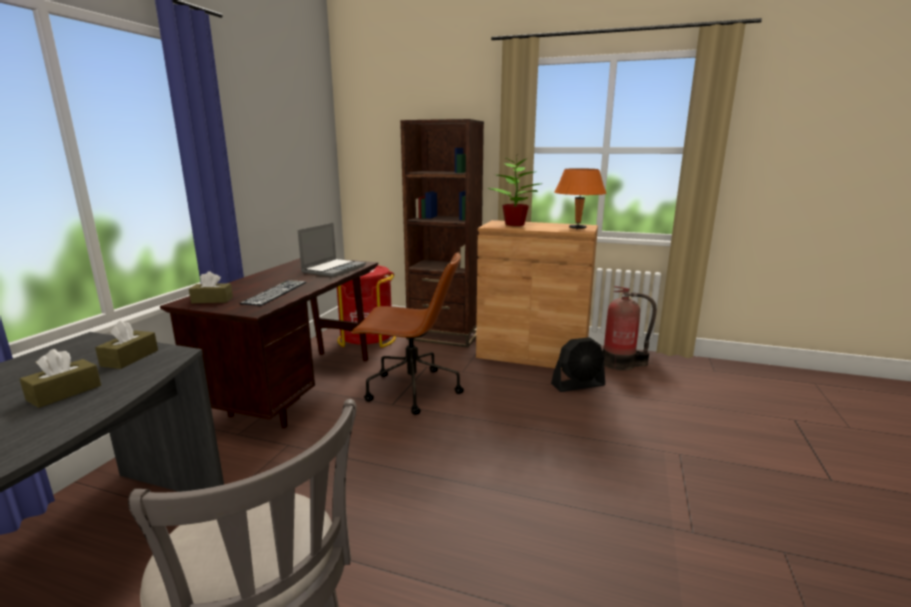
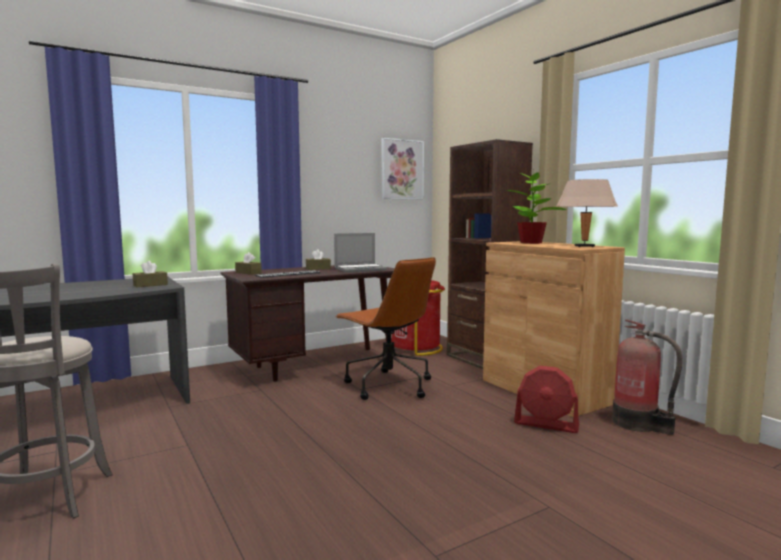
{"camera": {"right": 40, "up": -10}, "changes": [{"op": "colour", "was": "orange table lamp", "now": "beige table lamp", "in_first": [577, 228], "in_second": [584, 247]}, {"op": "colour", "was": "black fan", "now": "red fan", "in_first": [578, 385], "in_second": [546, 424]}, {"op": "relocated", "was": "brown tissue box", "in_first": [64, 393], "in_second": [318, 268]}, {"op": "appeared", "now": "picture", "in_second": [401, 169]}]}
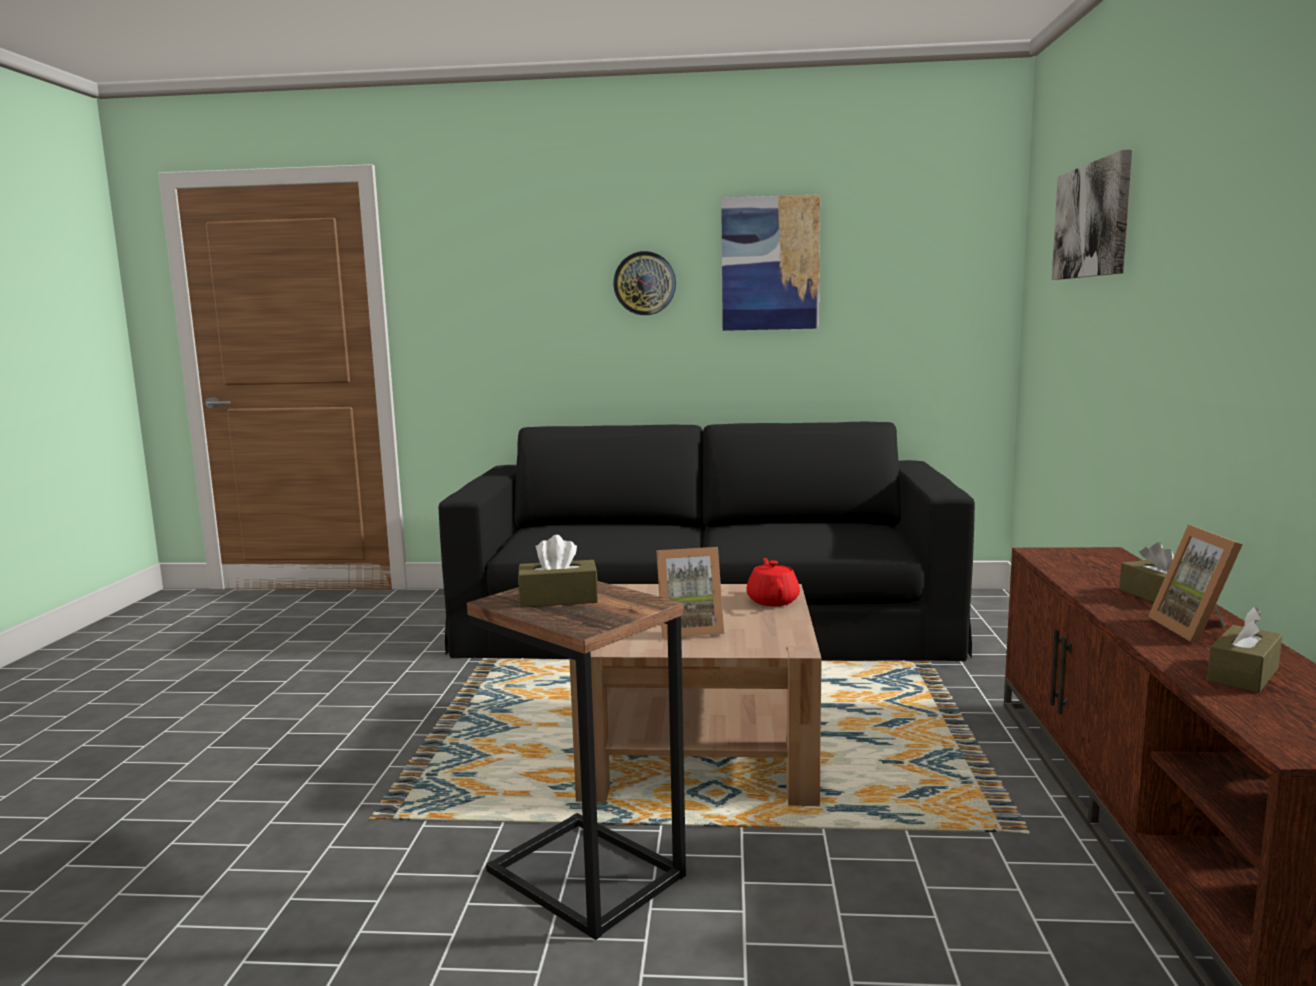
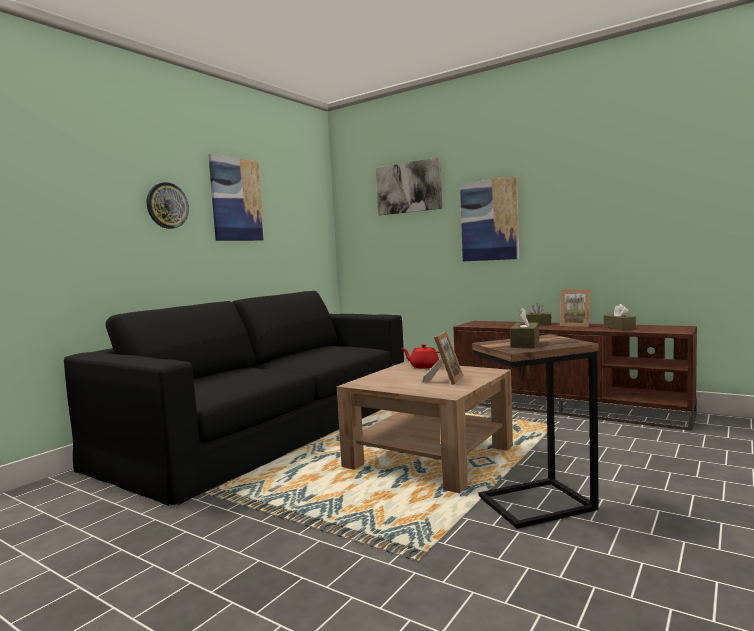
{"camera": {"right": -60, "up": -5}, "changes": [{"op": "appeared", "now": "picture", "in_second": [489, 220]}]}
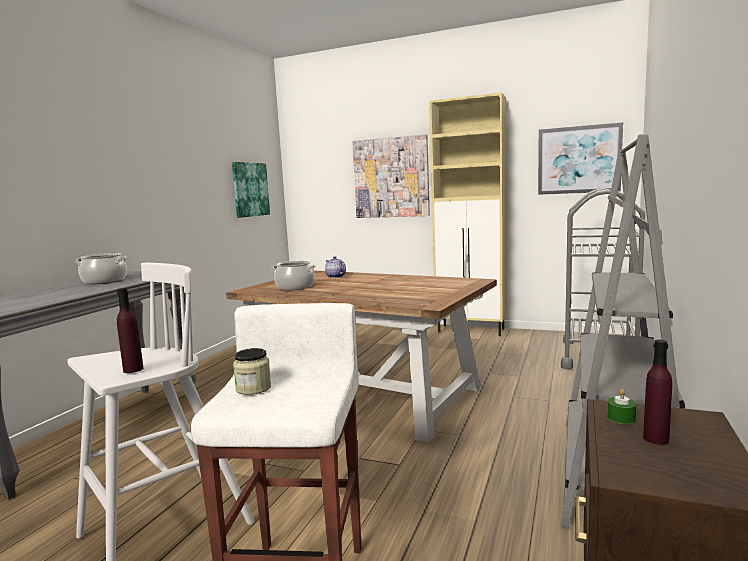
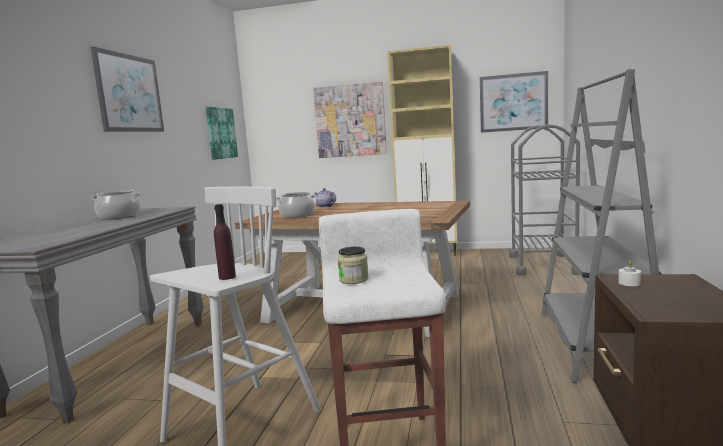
{"camera": {"right": -10, "up": 0}, "changes": [{"op": "missing", "was": "purple bottle", "in_first": [656, 439]}, {"op": "colour", "was": "green candle", "now": "white candle", "in_first": [621, 418], "in_second": [629, 283]}, {"op": "appeared", "now": "picture", "in_second": [129, 93]}]}
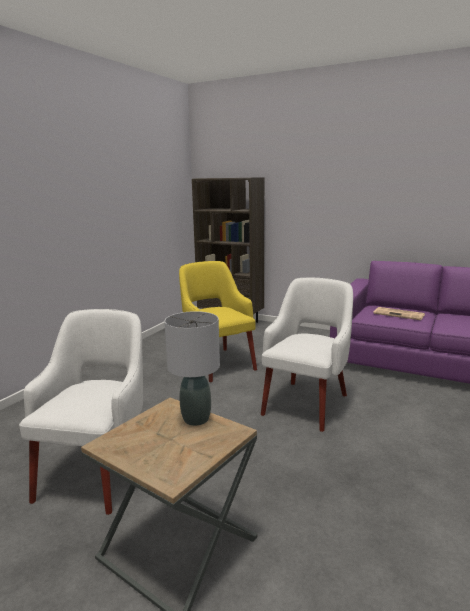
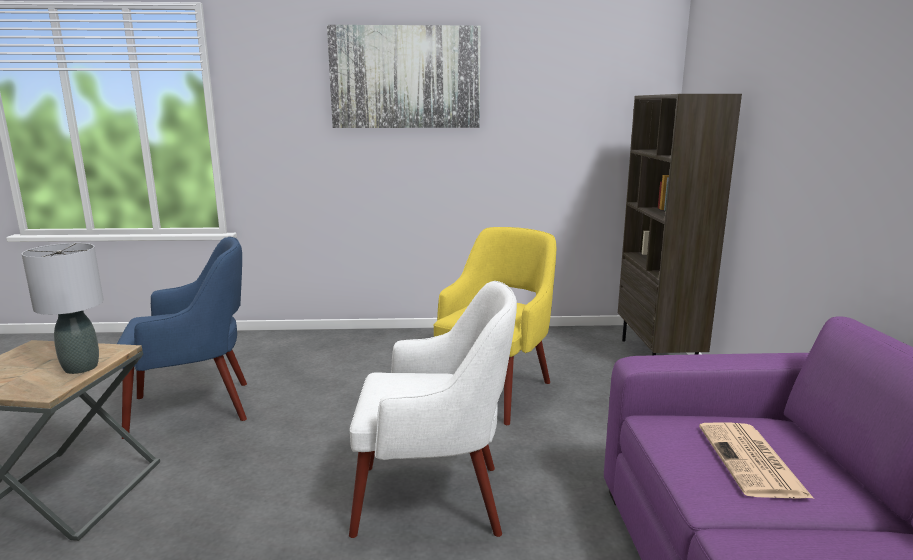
{"camera": {"right": 60, "up": 0}, "changes": [{"op": "colour", "was": "white armchair", "now": "blue armchair", "in_first": [98, 470], "in_second": [195, 408]}, {"op": "appeared", "now": "picture", "in_second": [405, 77]}]}
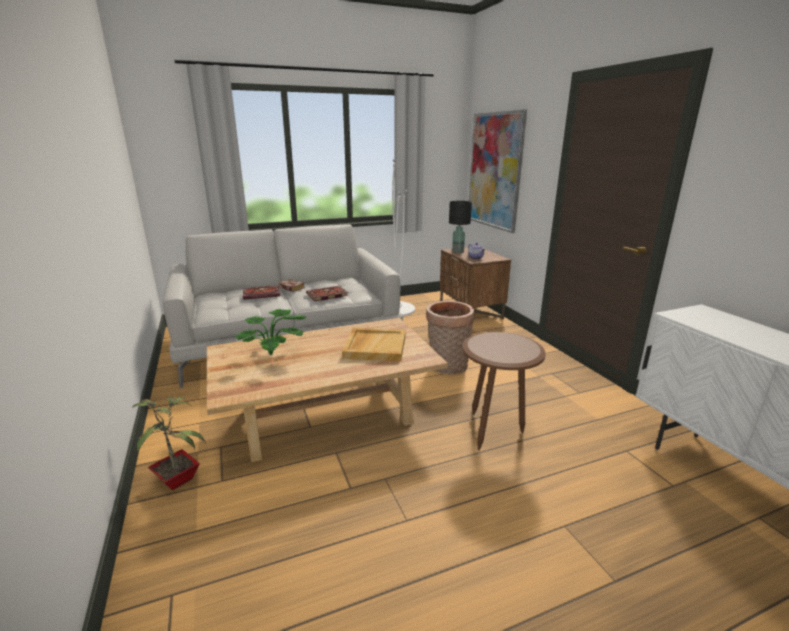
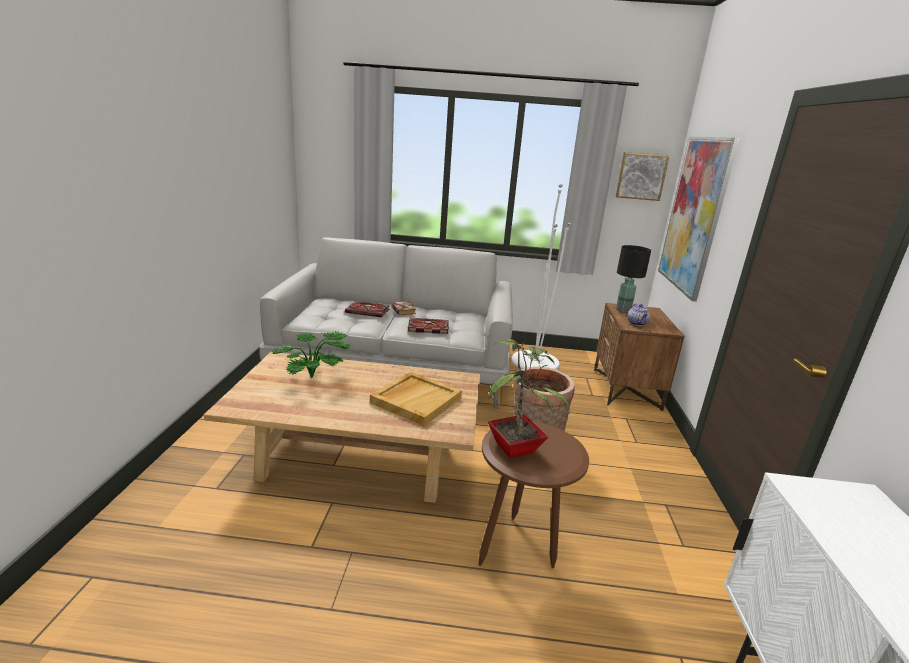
{"camera": {"right": 25, "up": 0}, "changes": [{"op": "relocated", "was": "potted plant", "in_first": [179, 479], "in_second": [516, 448]}, {"op": "appeared", "now": "picture", "in_second": [641, 176]}]}
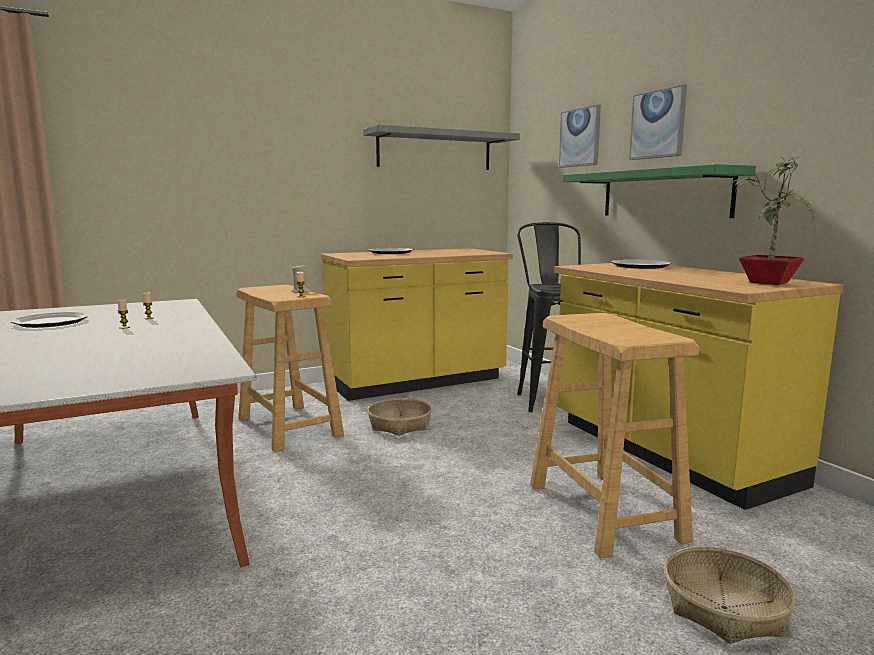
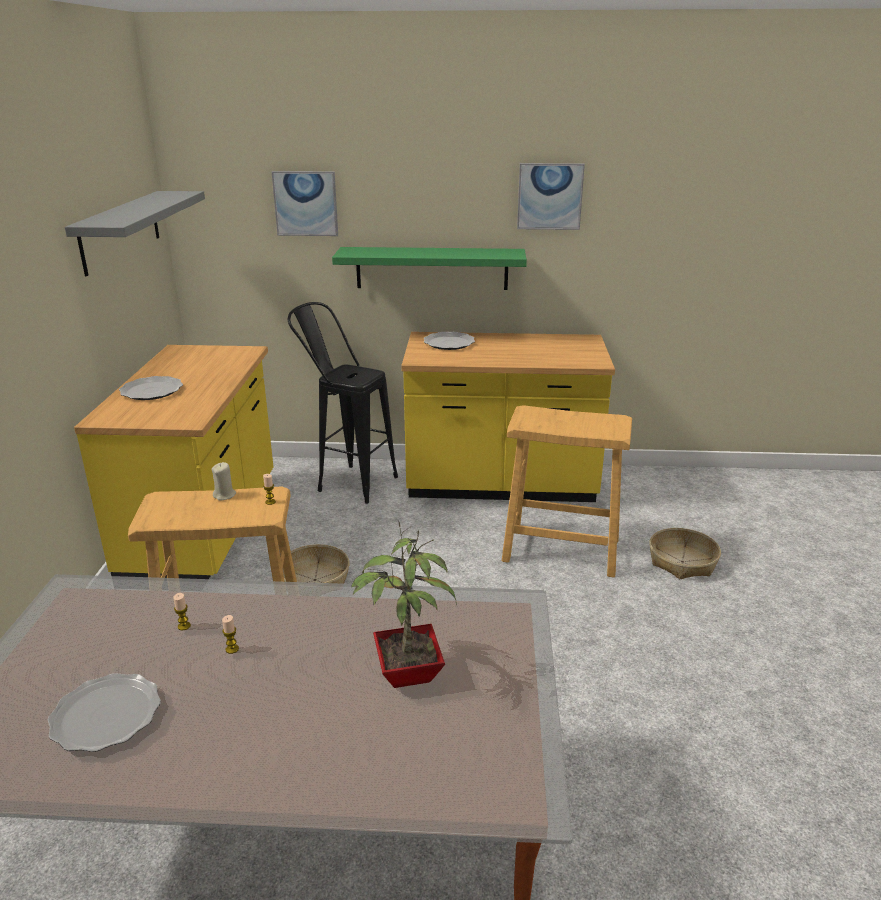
{"camera": {"right": -60, "up": 15}, "changes": [{"op": "relocated", "was": "picture", "in_first": [658, 124], "in_second": [549, 196]}, {"op": "relocated", "was": "potted plant", "in_first": [766, 282], "in_second": [405, 674]}]}
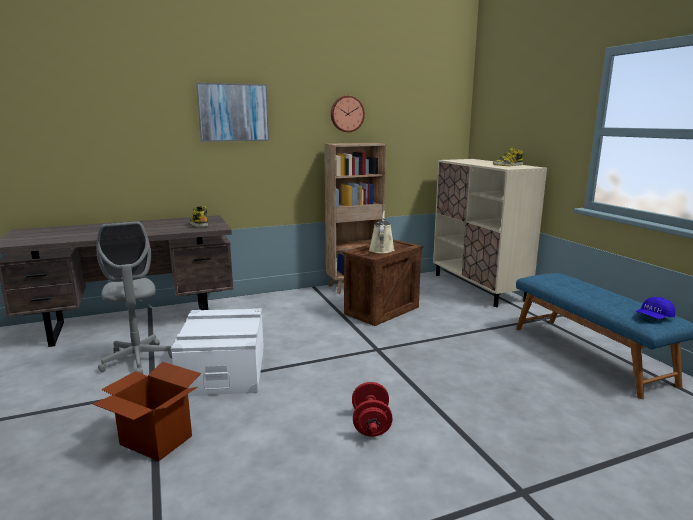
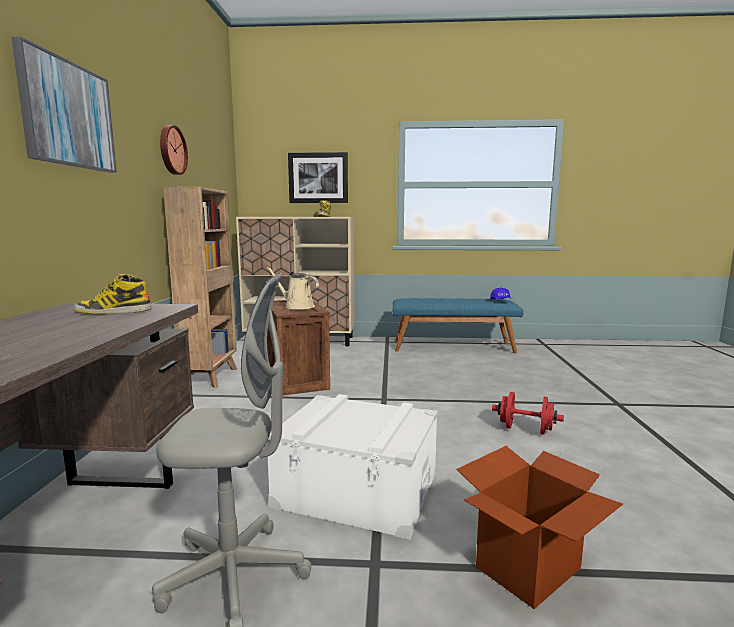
{"camera": {"right": -65, "up": -5}, "changes": [{"op": "appeared", "now": "picture", "in_second": [318, 178]}]}
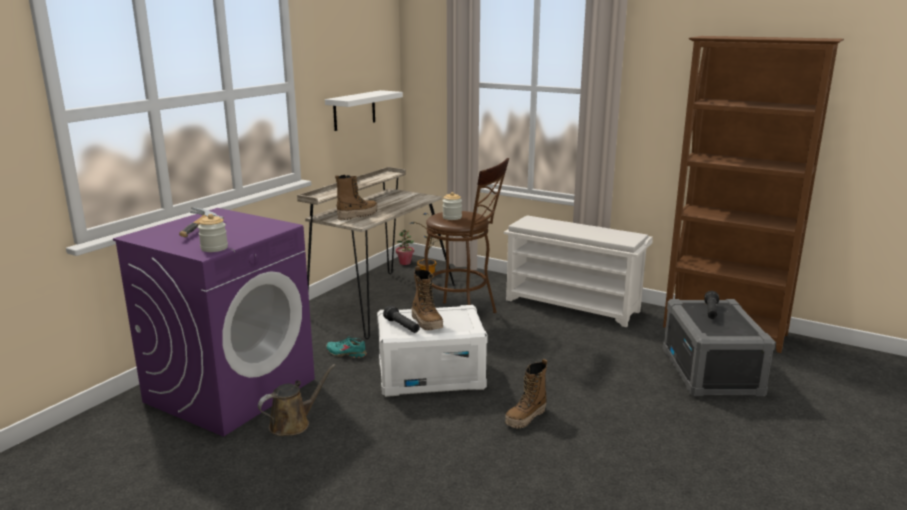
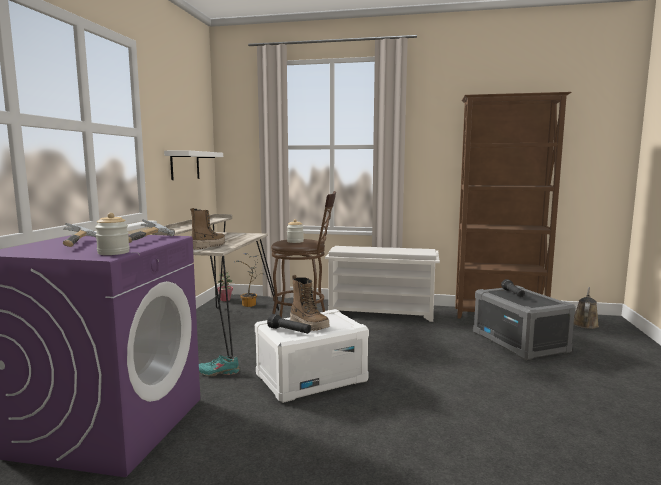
{"camera": {"right": -20, "up": -10}, "changes": [{"op": "missing", "was": "boot", "in_first": [526, 418]}, {"op": "relocated", "was": "brown watering can", "in_first": [293, 423], "in_second": [585, 324]}, {"op": "appeared", "now": "hammer", "in_second": [149, 240]}]}
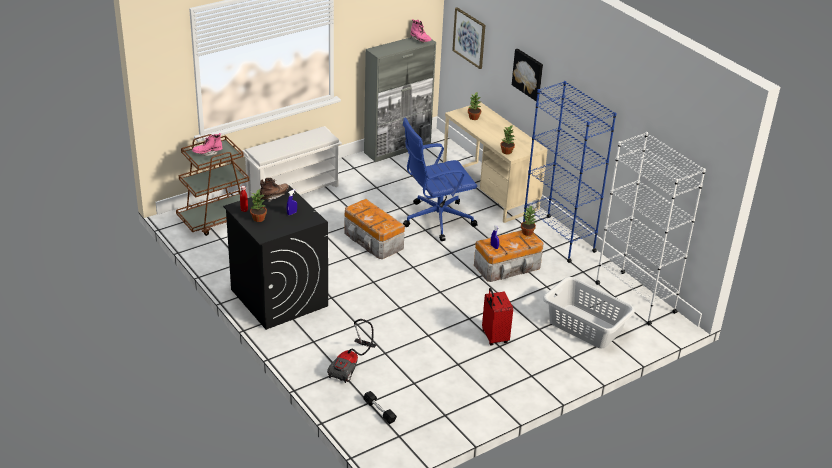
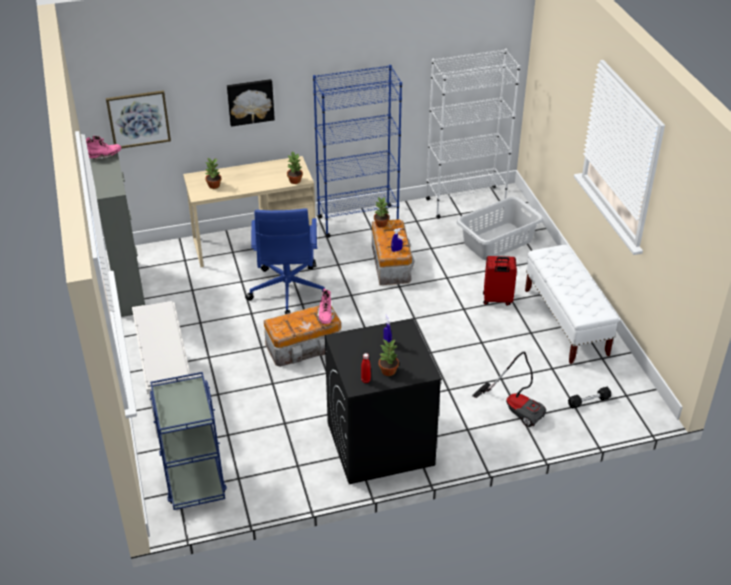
{"camera": {"right": -70, "up": 5}, "changes": [{"op": "relocated", "was": "pink boot", "in_first": [207, 153], "in_second": [325, 316]}, {"op": "colour", "was": "brown cart", "now": "blue cart", "in_first": [217, 219], "in_second": [193, 475]}, {"op": "missing", "was": "brown boot", "in_first": [274, 196]}, {"op": "appeared", "now": "white bench", "in_second": [566, 322]}]}
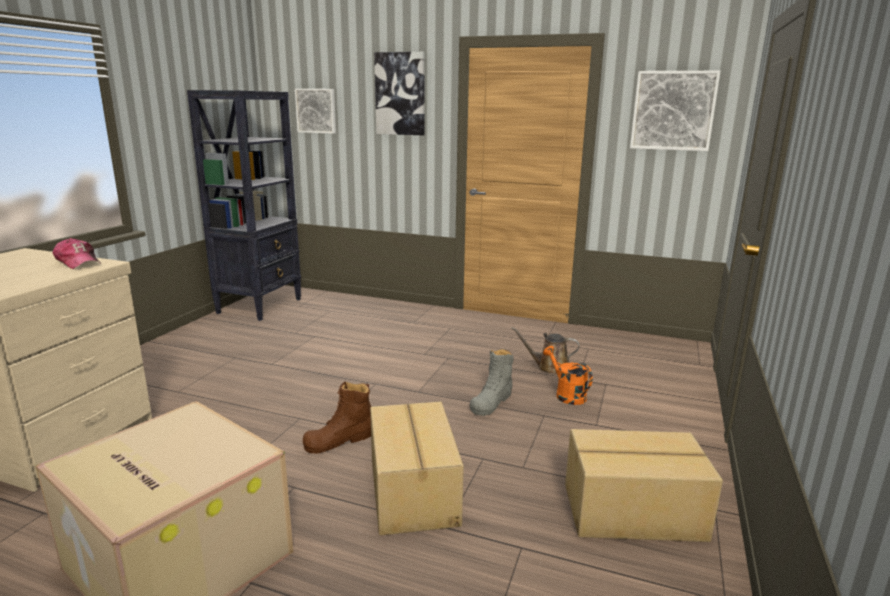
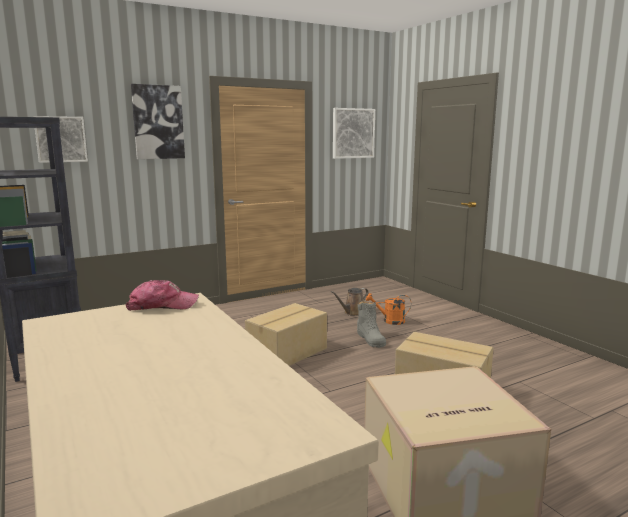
{"camera": {"right": -50, "up": -5}, "changes": [{"op": "missing", "was": "brown boot", "in_first": [340, 440]}, {"op": "relocated", "was": "cardboard box", "in_first": [634, 513], "in_second": [288, 353]}]}
